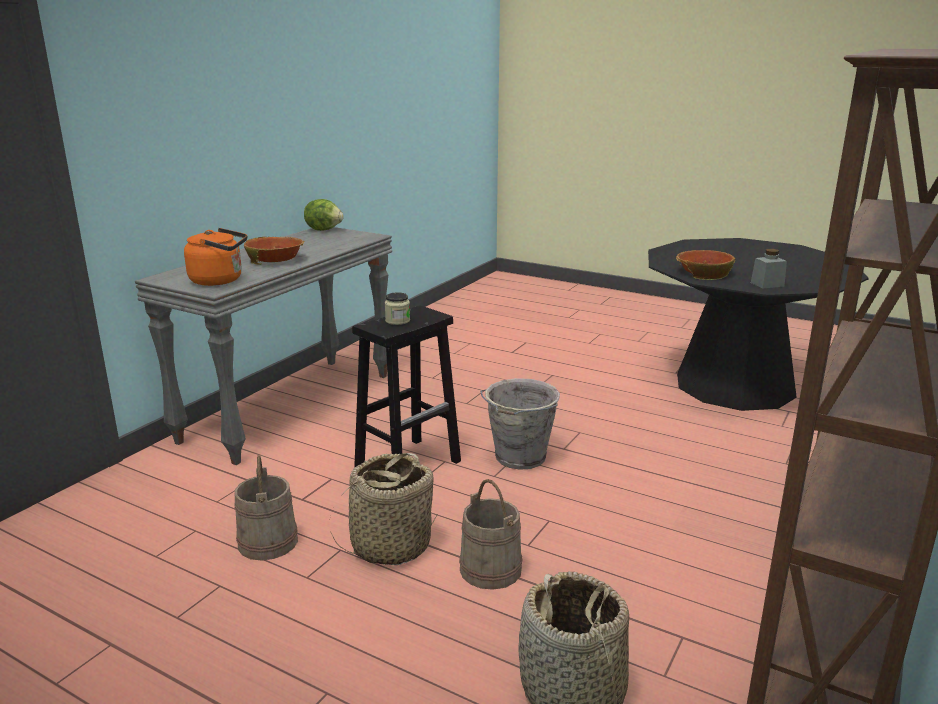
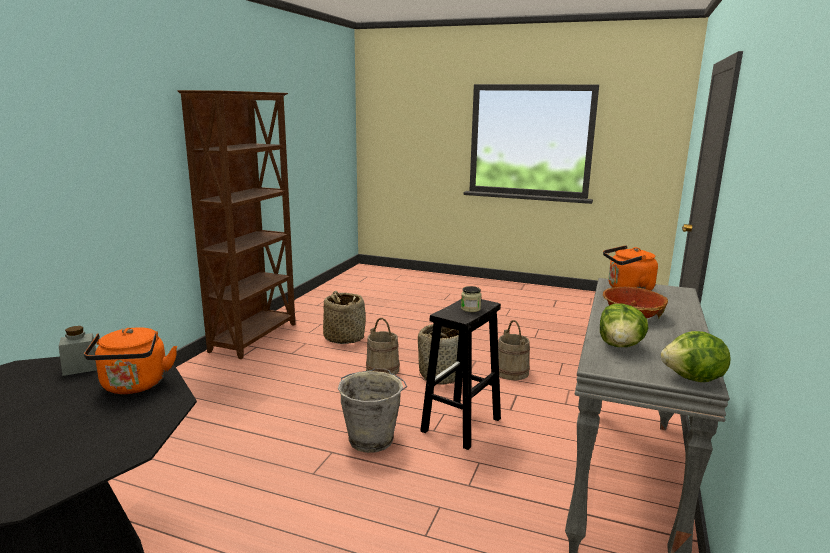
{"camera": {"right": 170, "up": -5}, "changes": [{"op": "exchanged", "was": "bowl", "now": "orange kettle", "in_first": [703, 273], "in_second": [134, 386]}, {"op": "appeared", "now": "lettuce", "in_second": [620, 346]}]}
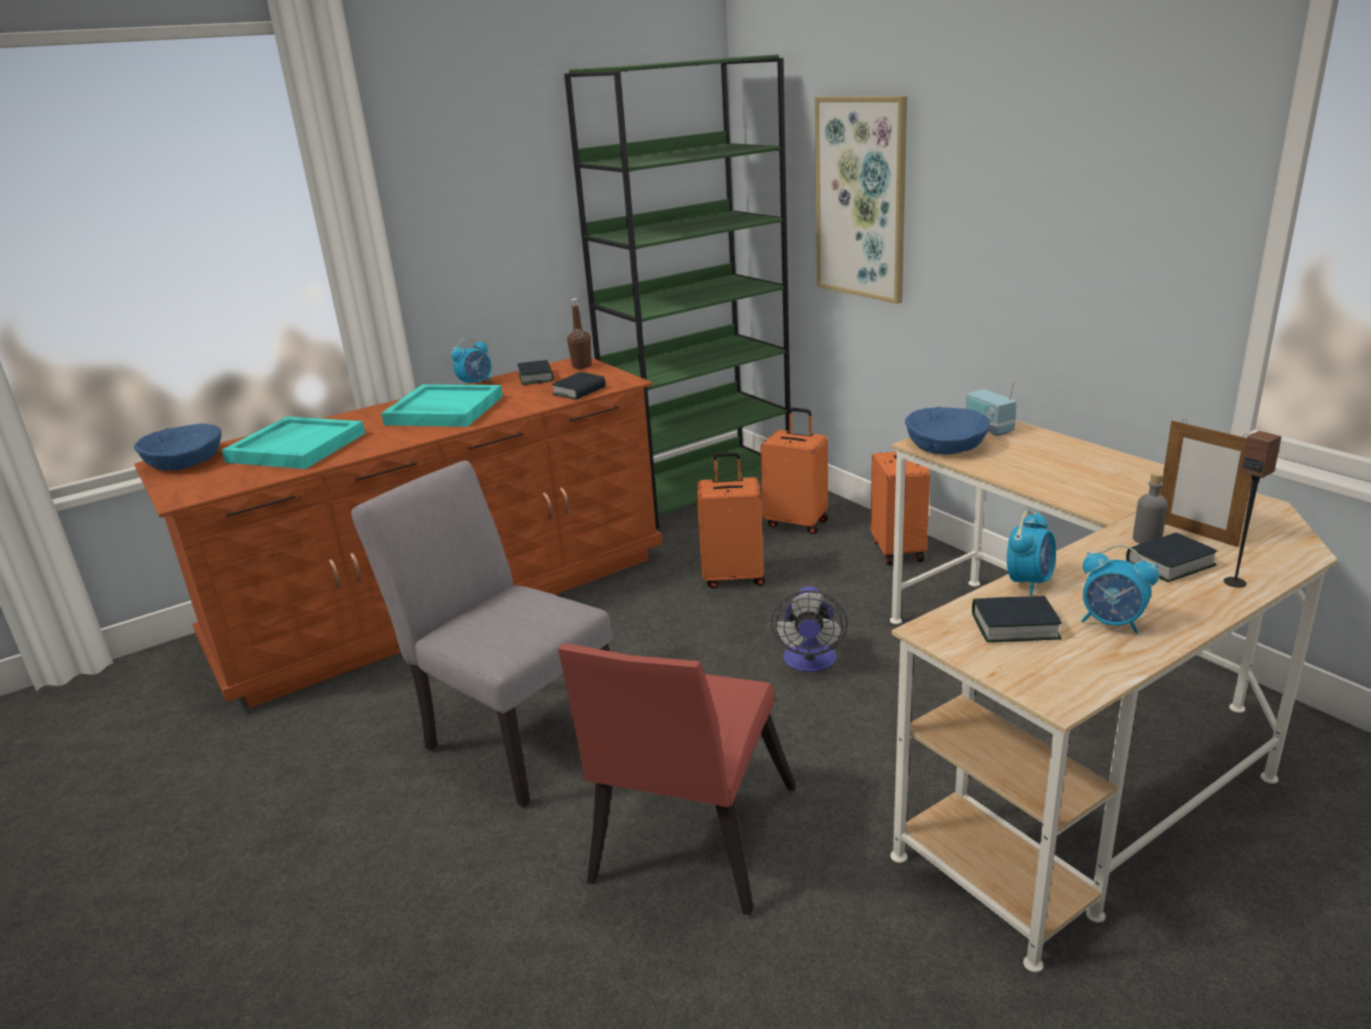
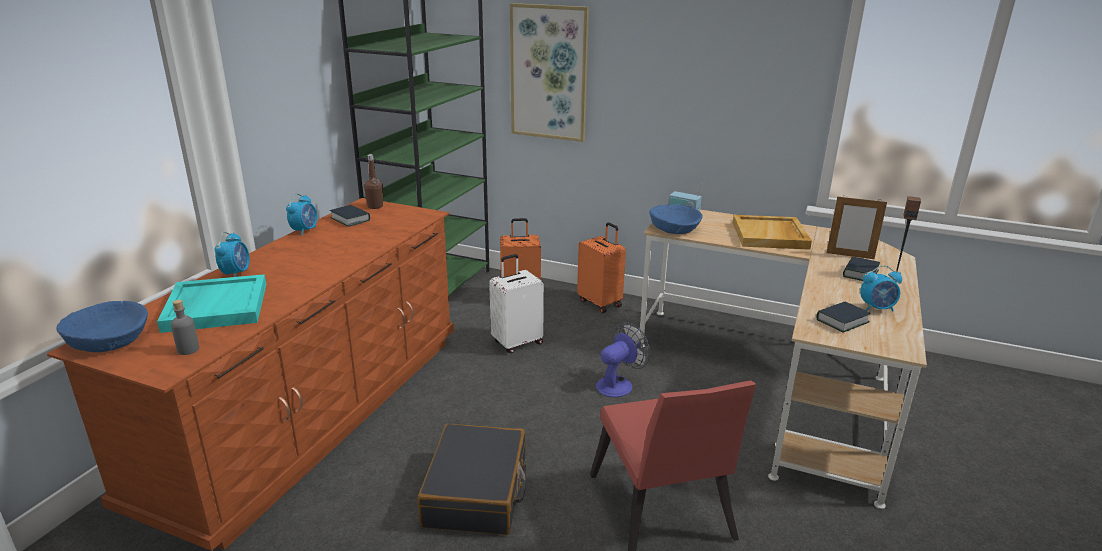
{"camera": {"right": -35, "up": 0}, "changes": [{"op": "missing", "was": "book", "in_first": [579, 391]}, {"op": "missing", "was": "turquoise tray", "in_first": [443, 410]}, {"op": "colour", "was": "orange suitcase", "now": "white suitcase", "in_first": [733, 577], "in_second": [517, 342]}, {"op": "exchanged", "was": "grey chair", "now": "black suitcase", "in_first": [510, 736], "in_second": [477, 492]}, {"op": "relocated", "was": "grey bottle", "in_first": [1147, 539], "in_second": [188, 349]}, {"op": "relocated", "was": "alarm clock", "in_first": [1029, 582], "in_second": [236, 273]}, {"op": "spun", "was": "fan", "in_first": [810, 662], "in_second": [618, 384], "clockwise": -105}, {"op": "appeared", "now": "beige tray", "in_second": [770, 235]}]}
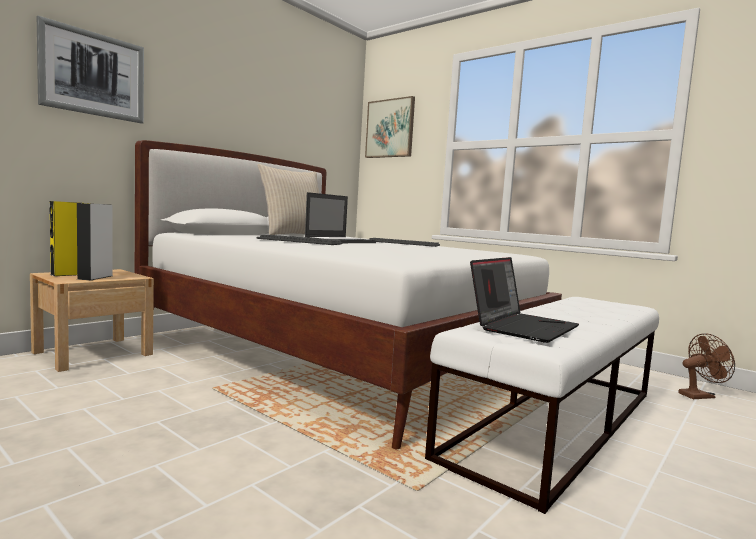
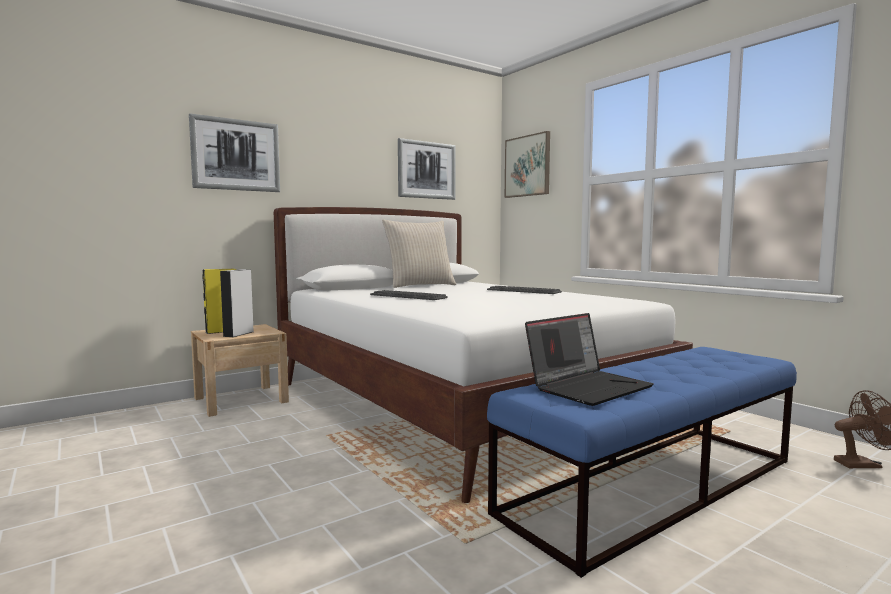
{"camera": {"right": 15, "up": 0}, "changes": [{"op": "missing", "was": "laptop", "in_first": [341, 241]}, {"op": "colour", "was": "white bench", "now": "blue bench", "in_first": [557, 422], "in_second": [654, 485]}, {"op": "appeared", "now": "picture", "in_second": [426, 170]}]}
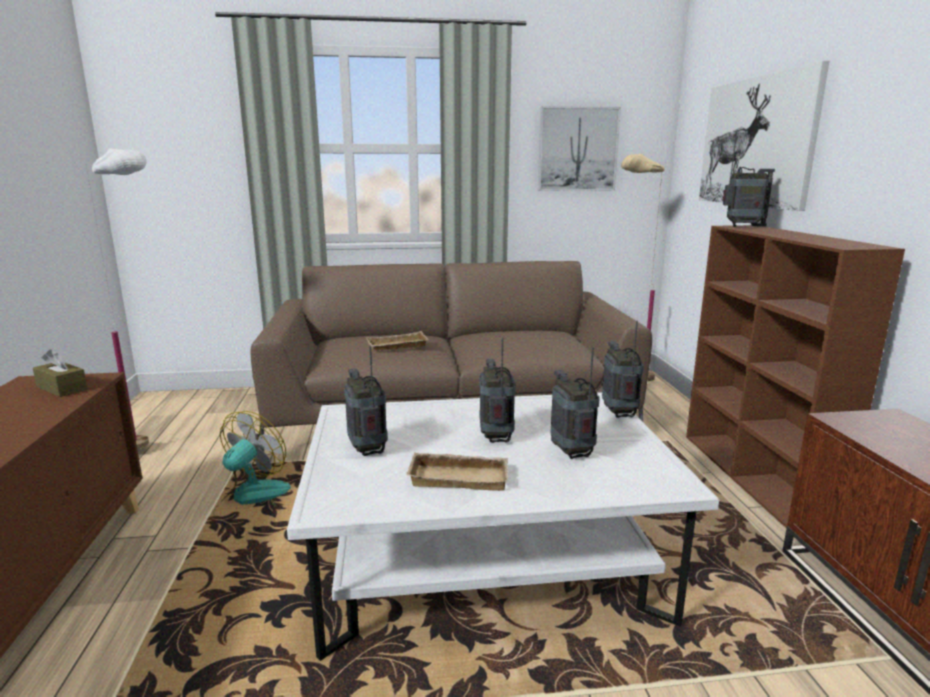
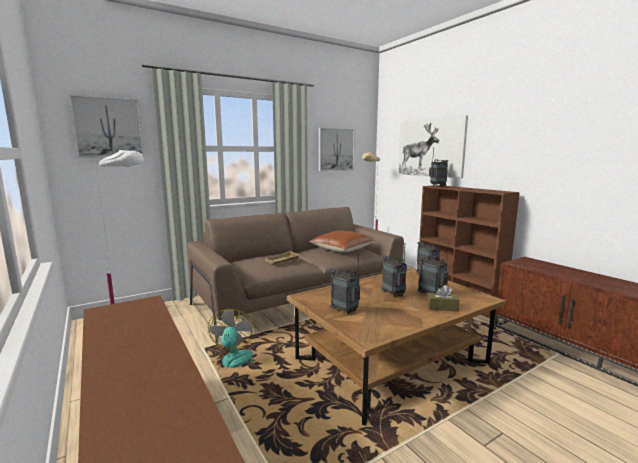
{"camera": {"right": -25, "up": -5}, "changes": [{"op": "relocated", "was": "brown tissue box", "in_first": [62, 388], "in_second": [442, 307]}, {"op": "colour", "was": "white coffee table", "now": "brown coffee table", "in_first": [486, 563], "in_second": [391, 361]}, {"op": "missing", "was": "beige tray", "in_first": [460, 476]}, {"op": "appeared", "now": "picture", "in_second": [108, 128]}, {"op": "appeared", "now": "brown pillow", "in_second": [341, 249]}]}
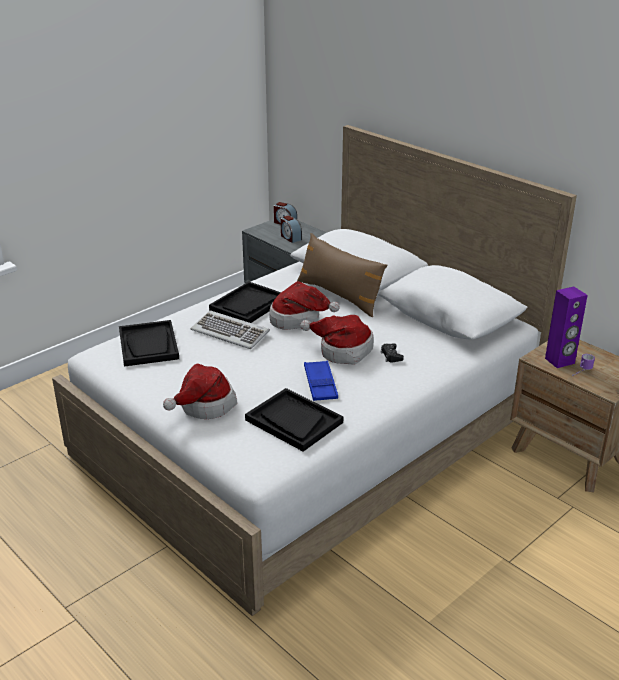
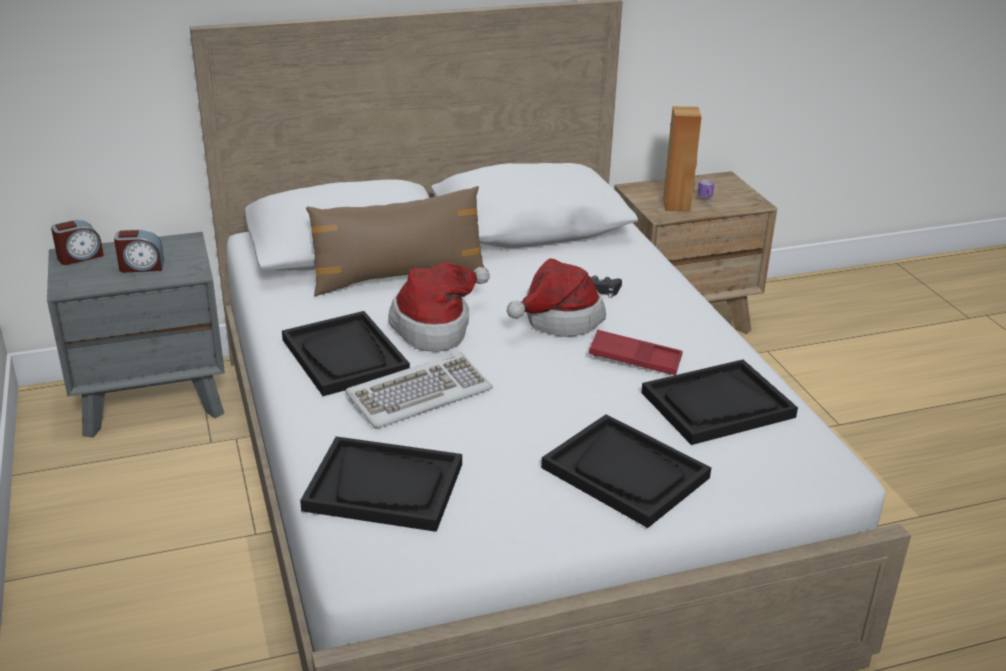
{"camera": {"right": -65, "up": 0}, "changes": [{"op": "colour", "was": "purple speaker", "now": "brown speaker", "in_first": [560, 361], "in_second": [677, 205]}, {"op": "colour", "was": "blue tray", "now": "red tray", "in_first": [320, 384], "in_second": [635, 359]}, {"op": "exchanged", "was": "hat", "now": "black tray", "in_first": [204, 405], "in_second": [625, 473]}]}
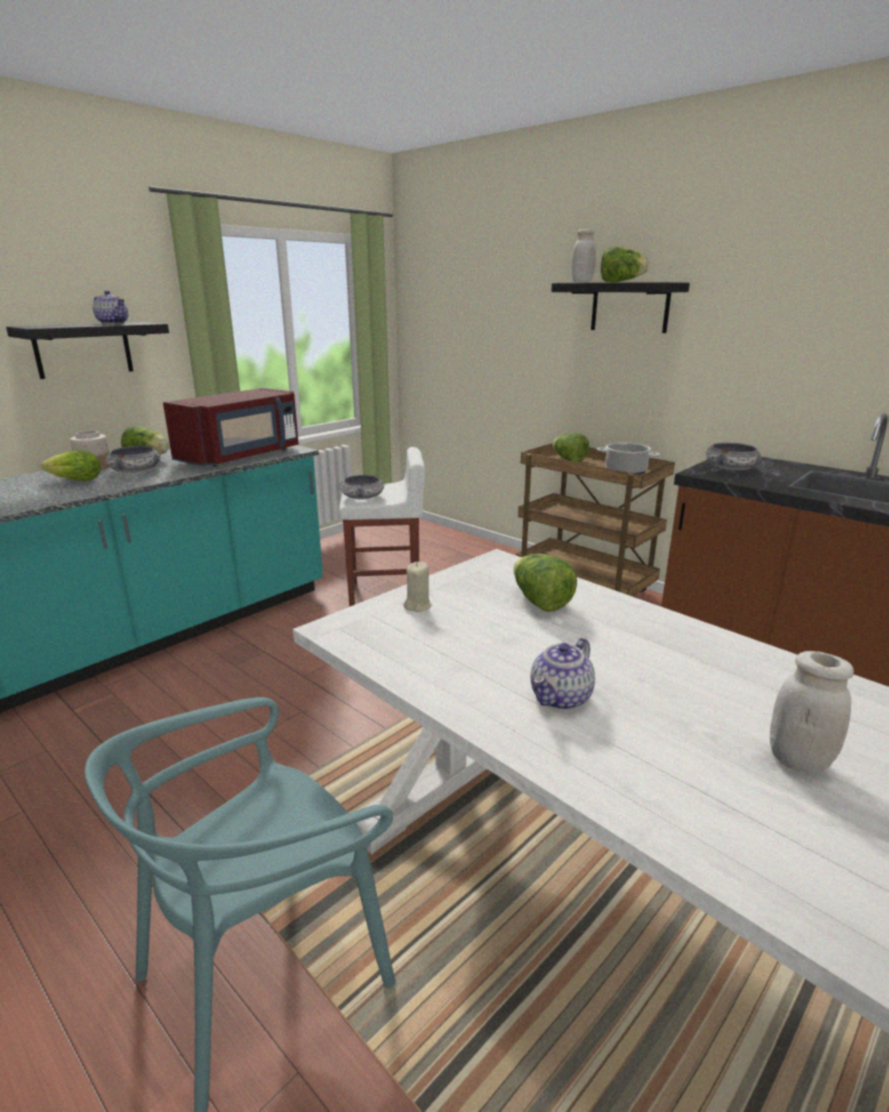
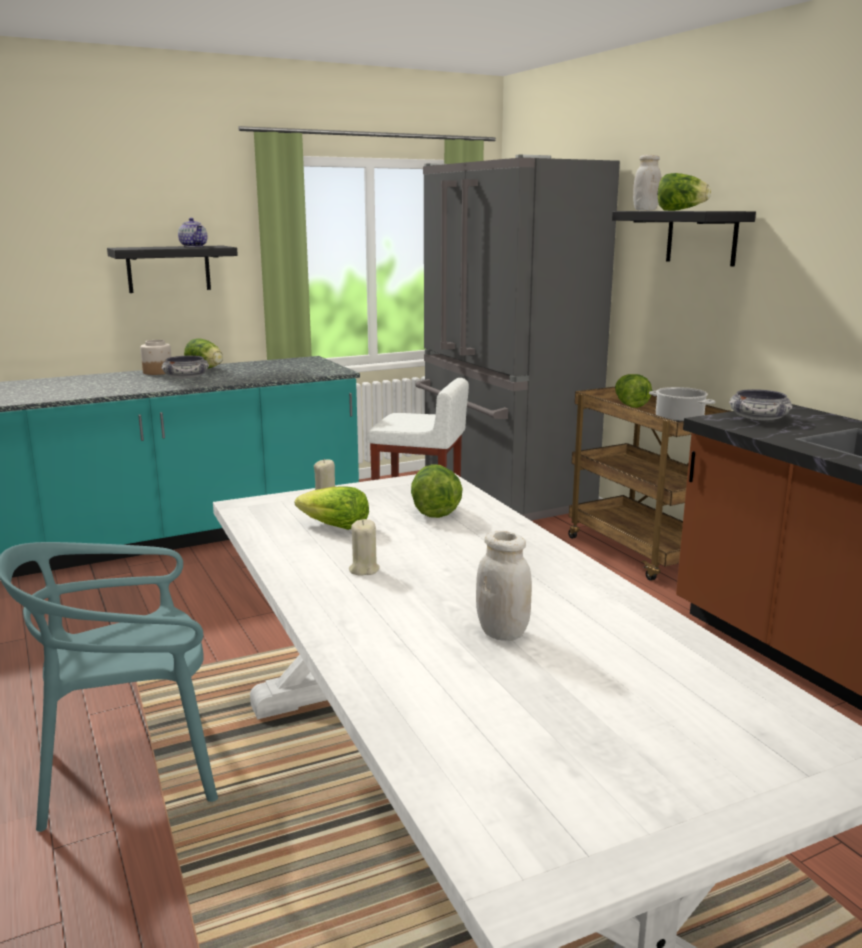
{"camera": {"right": 20, "up": -5}, "changes": [{"op": "missing", "was": "red microwave", "in_first": [242, 456]}, {"op": "relocated", "was": "lettuce", "in_first": [75, 481], "in_second": [334, 527]}, {"op": "missing", "was": "bowl", "in_first": [362, 497]}, {"op": "exchanged", "was": "teapot", "now": "beige candle", "in_first": [561, 698], "in_second": [364, 569]}, {"op": "appeared", "now": "grey fridge", "in_second": [501, 493]}]}
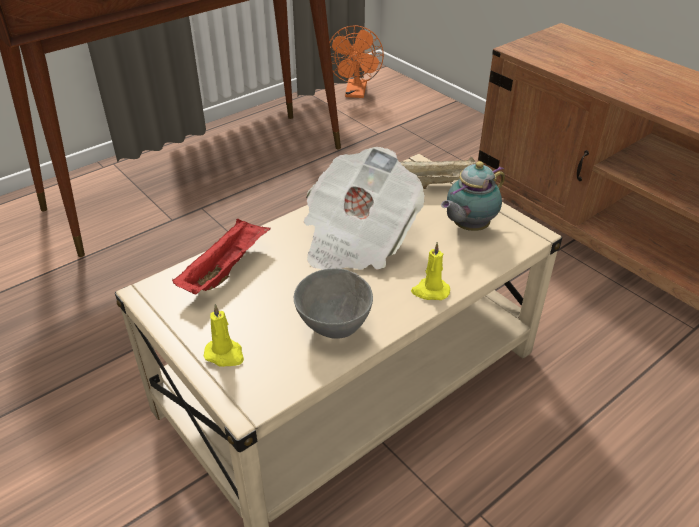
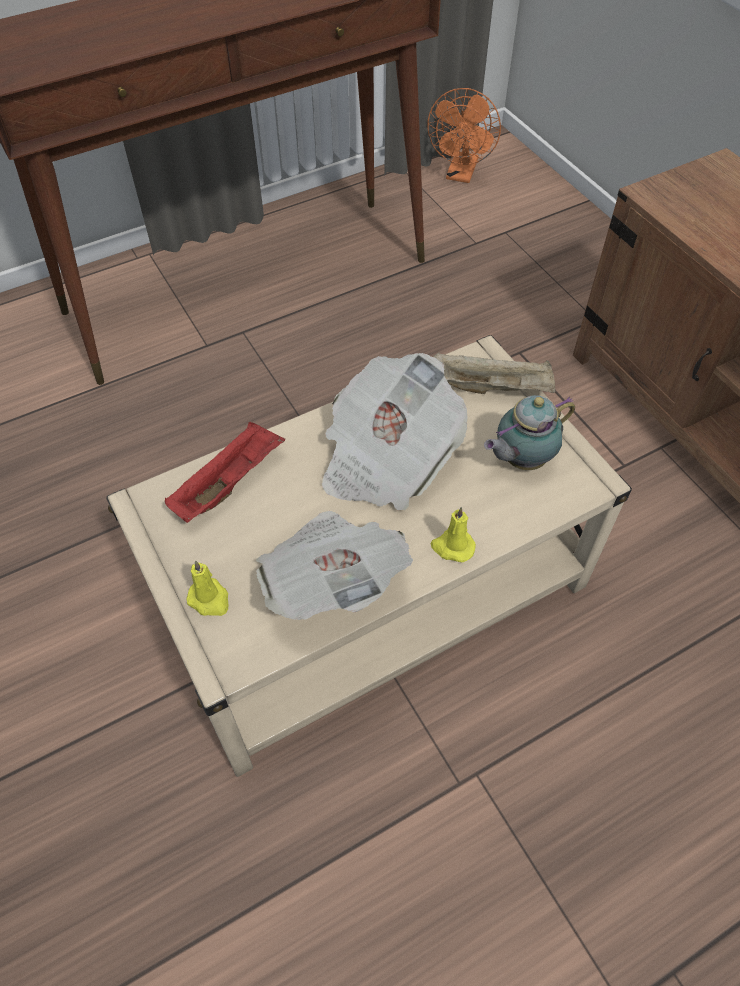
{"camera": {"right": 10, "up": 15}, "changes": [{"op": "exchanged", "was": "grey bowl", "now": "newspaper", "in_first": [333, 327], "in_second": [332, 580]}]}
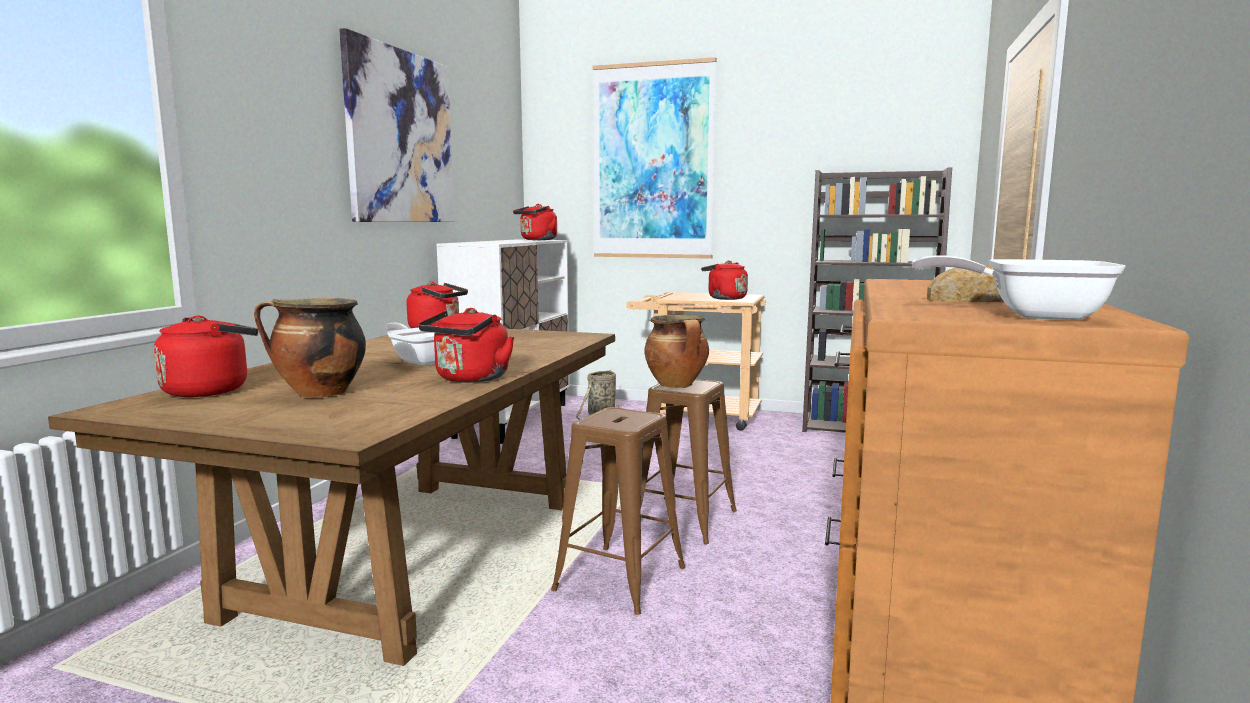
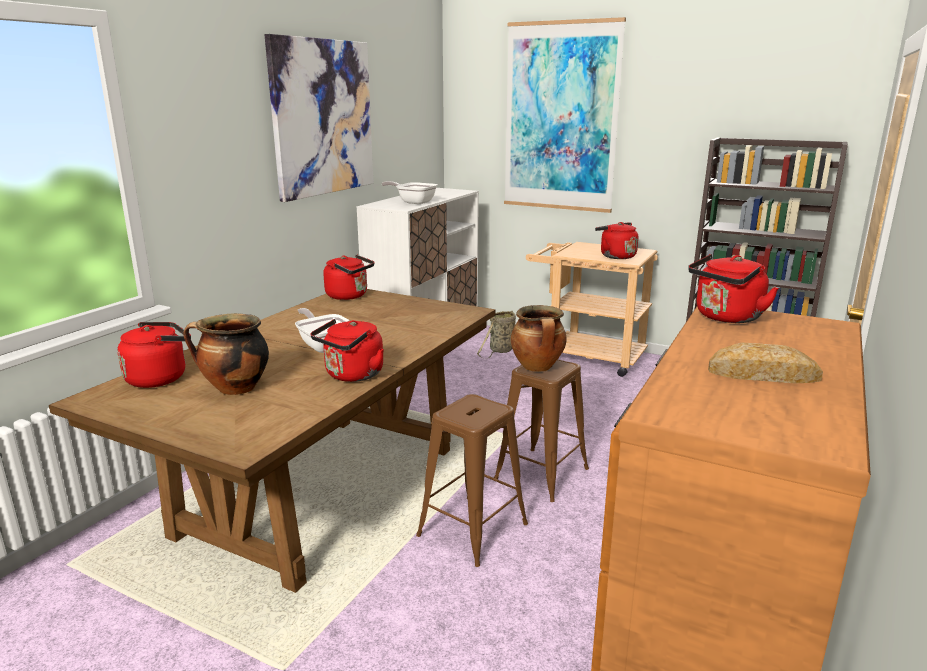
{"camera": {"right": 10, "up": 10}, "changes": [{"op": "relocated", "was": "red kettle", "in_first": [537, 240], "in_second": [726, 318]}, {"op": "relocated", "was": "frying pan", "in_first": [1030, 315], "in_second": [413, 202]}]}
